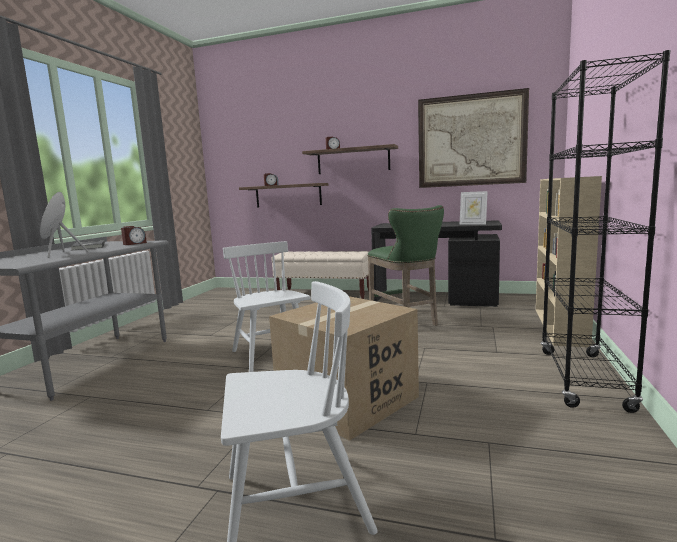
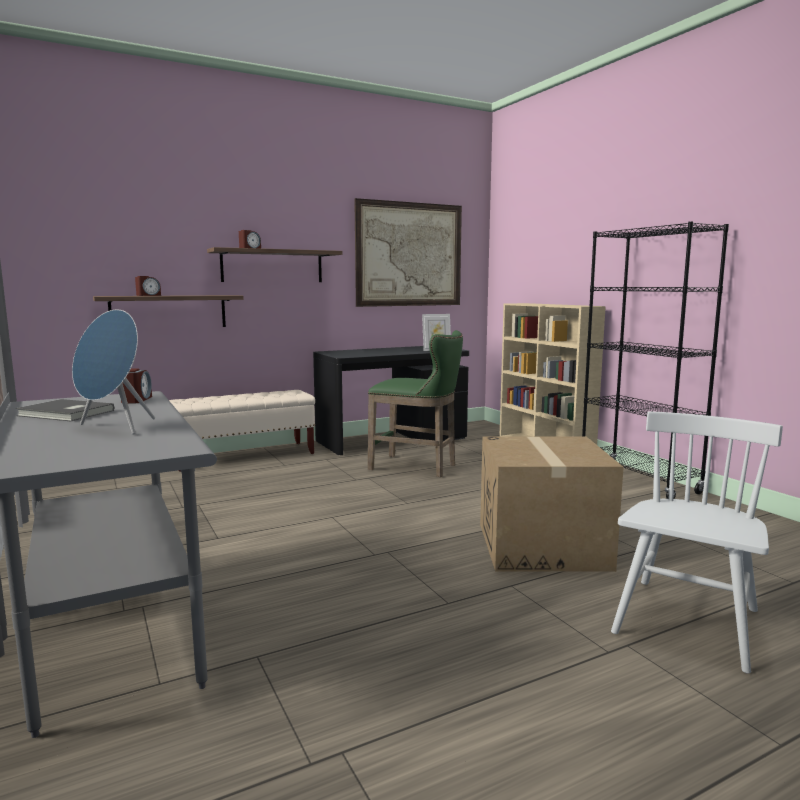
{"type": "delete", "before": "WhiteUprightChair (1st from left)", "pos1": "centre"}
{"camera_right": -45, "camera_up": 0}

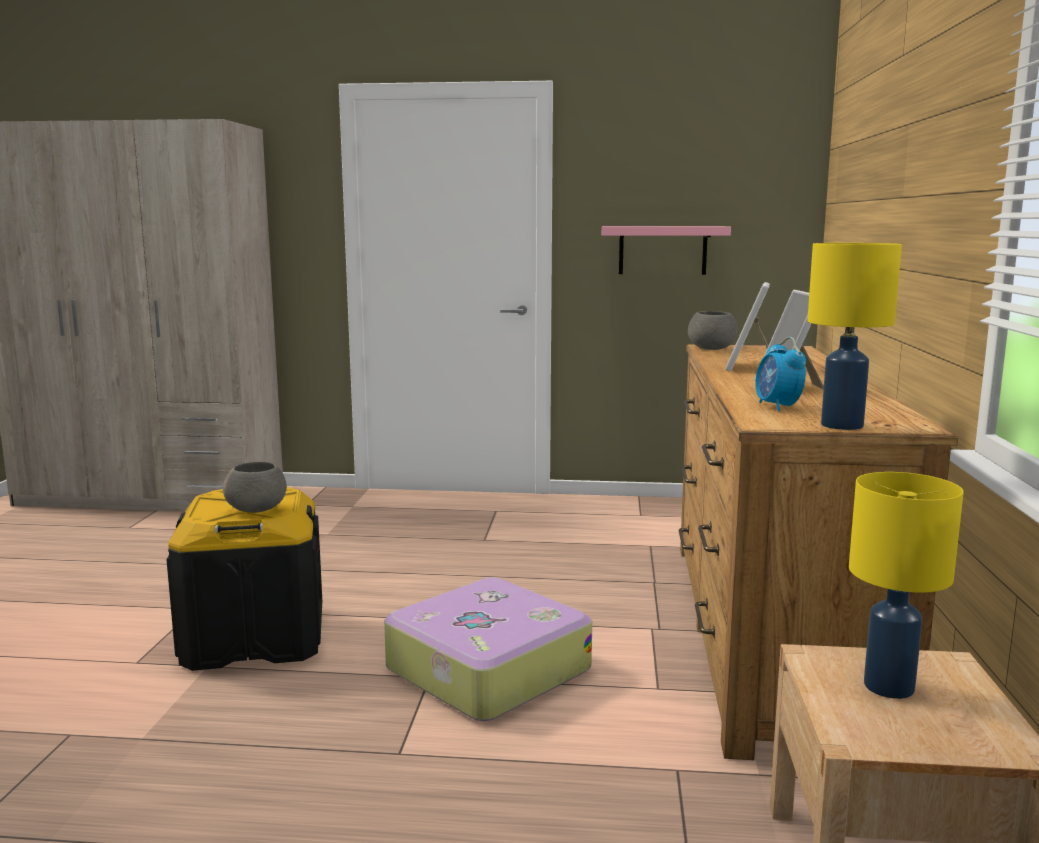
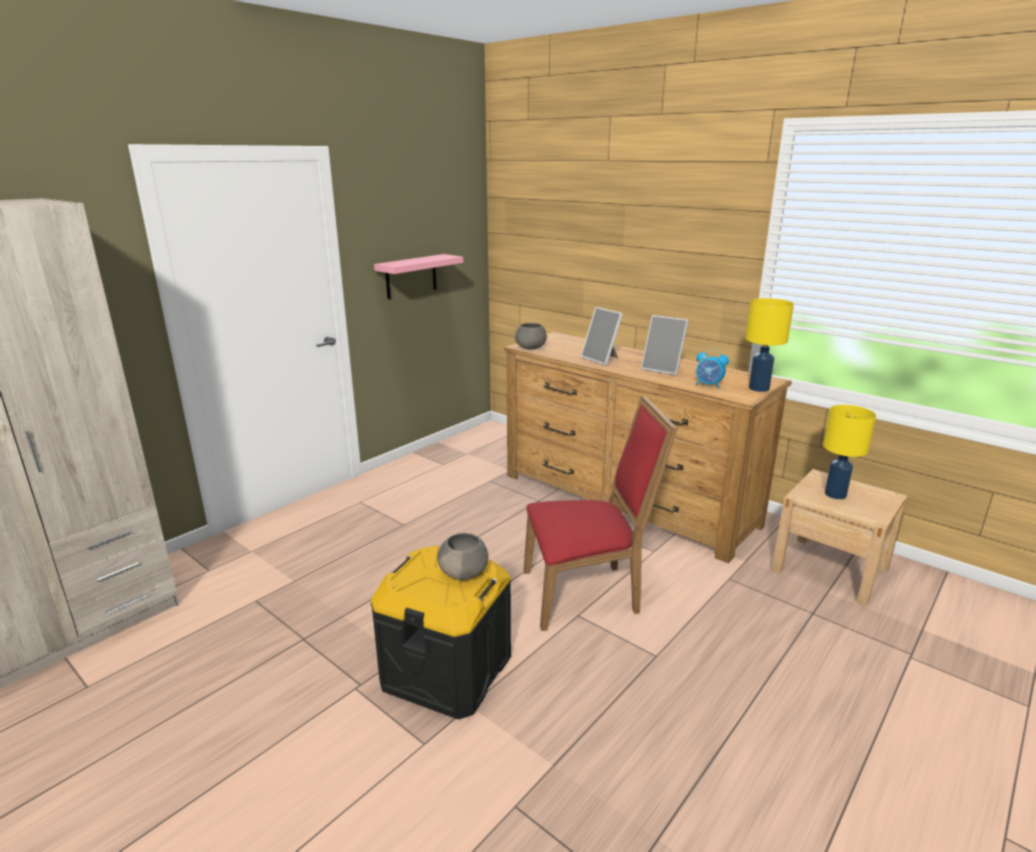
{"type": "replace", "before": "PieceOfLuggage", "after": "RedUprightChair", "pos1": "bottom centre", "pos2": "centre"}
{"camera_right": -55, "camera_up": 10}

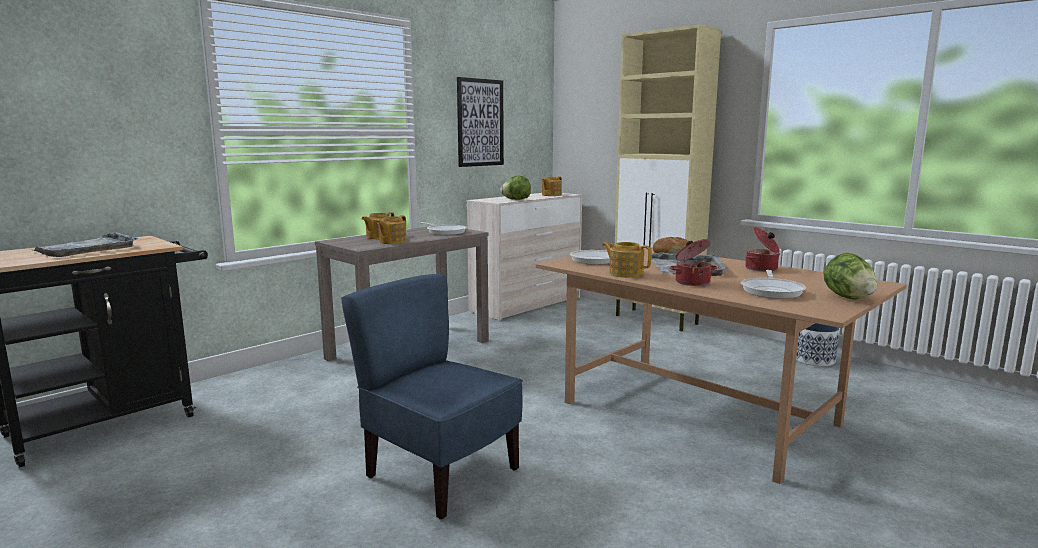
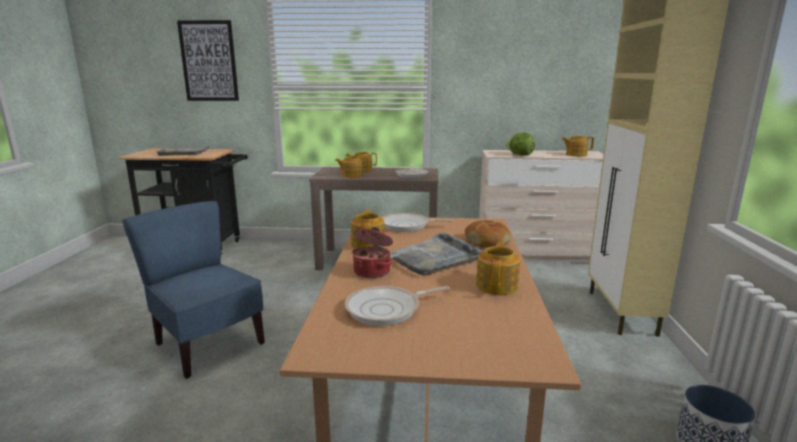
{"type": "rotate", "before": "BlueUprightChair", "pos1": "bottom centre", "pos2": "middle left", "turn": -45}
{"type": "move", "before": "WallArt", "pos1": "top centre", "pos2": "top left"}
{"type": "replace", "before": "CookingPot (2nd from left)", "after": "PotForTea (4th from left)", "pos1": "middle right", "pos2": "centre"}
{"type": "delete", "before": "Lettuce (2nd from left)", "pos1": "middle right"}
{"camera_right": 50, "camera_up": 5}

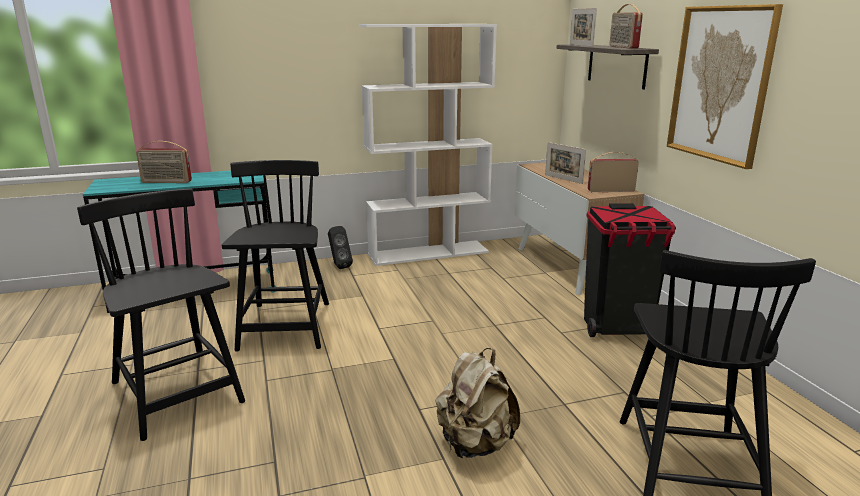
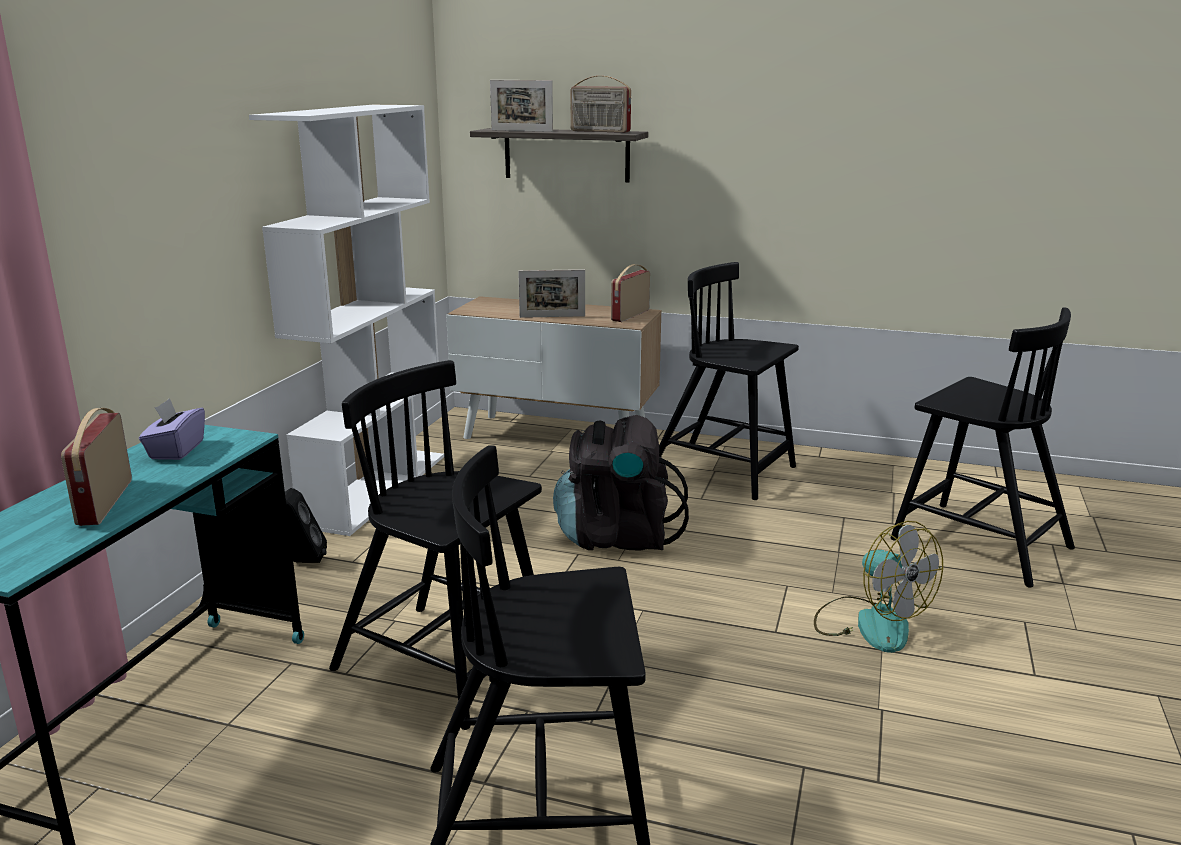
{"type": "rotate", "before": "RadioReceiver (1st from left)", "pos1": "top left", "pos2": "middle left", "turn": 135}
{"type": "insert", "after": "PurpleBoxOfTissues", "pos2": "middle left"}
{"type": "insert", "after": "BlackKnapsack", "pos2": "centre"}
{"type": "replace", "before": "BlackRubbishBin", "after": "BlackUprightChair (3rd from left)", "pos1": "middle right", "pos2": "centre"}
{"type": "replace", "before": "BeigeKnapsack", "after": "ElectricFan", "pos1": "bottom centre", "pos2": "bottom right"}
{"type": "delete", "before": "WallArt", "pos1": "top right"}
{"camera_right": -55, "camera_up": 0}

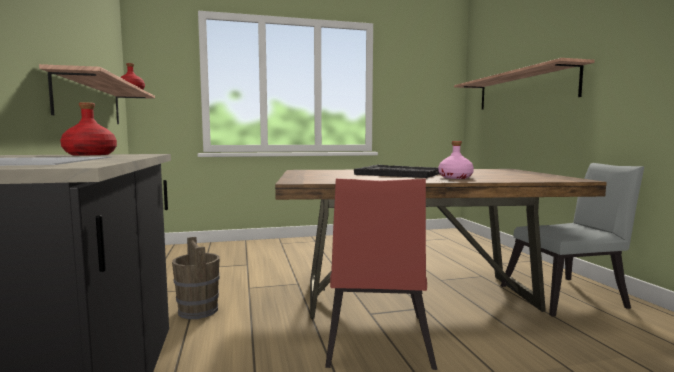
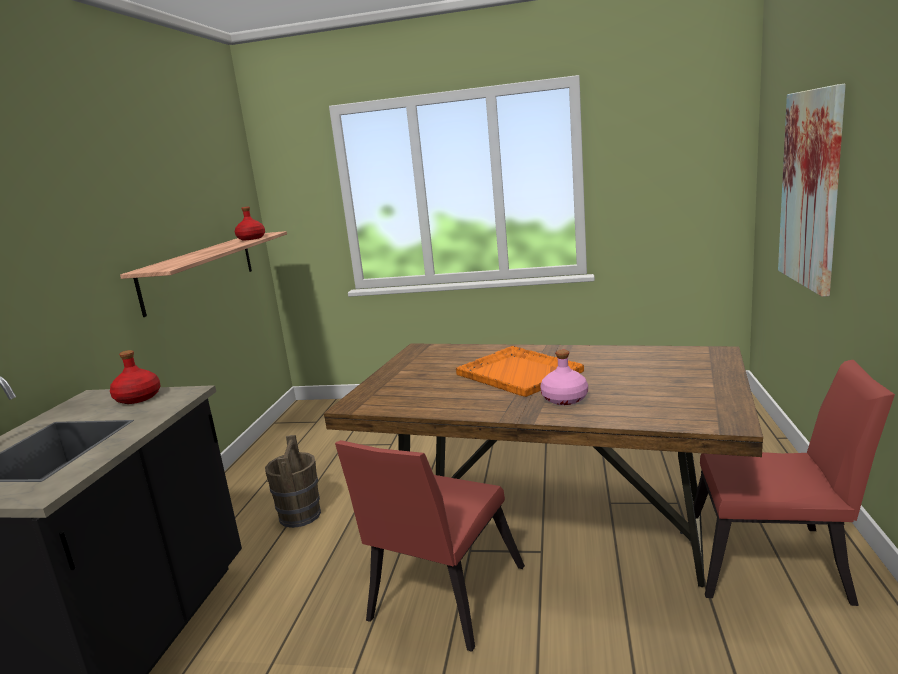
{"type": "recolor", "before": "BlackTray", "after": "OrangeTray", "pos1": "centre", "pos2": "centre"}
{"type": "recolor", "before": "GreyishUprightChair", "after": "RedUprightChair (2nd from left)", "pos1": "middle right", "pos2": "bottom right"}
{"type": "replace", "before": "BracketShelf (2nd from left)", "after": "WallArt", "pos1": "top right", "pos2": "top right"}
{"camera_right": 25, "camera_up": 10}

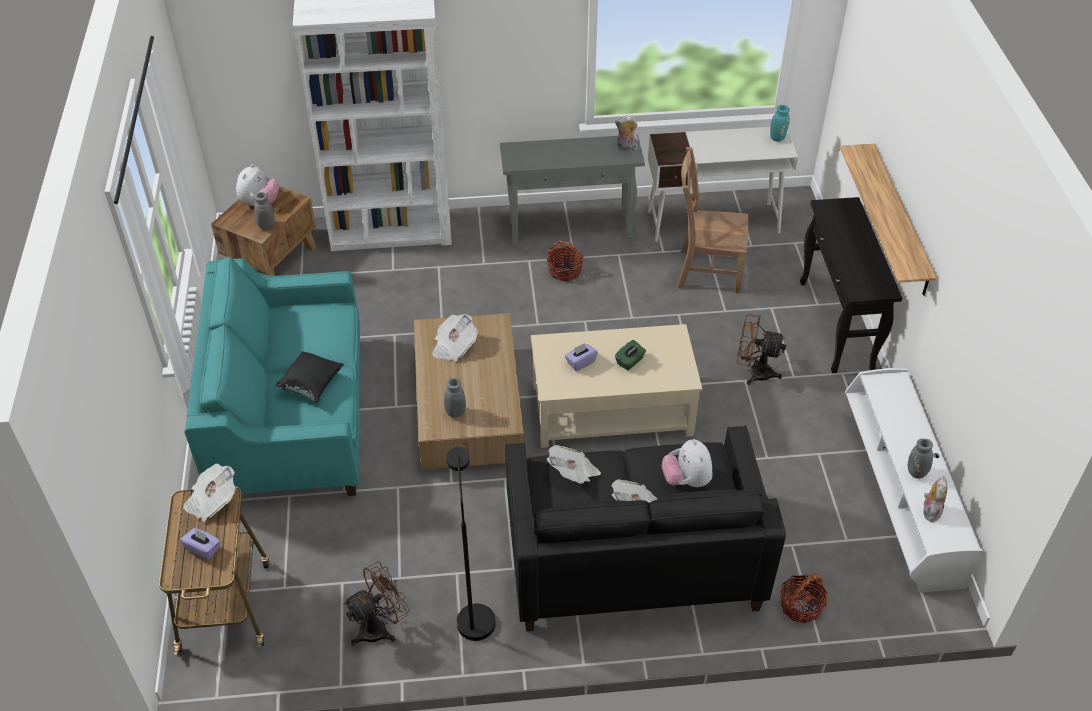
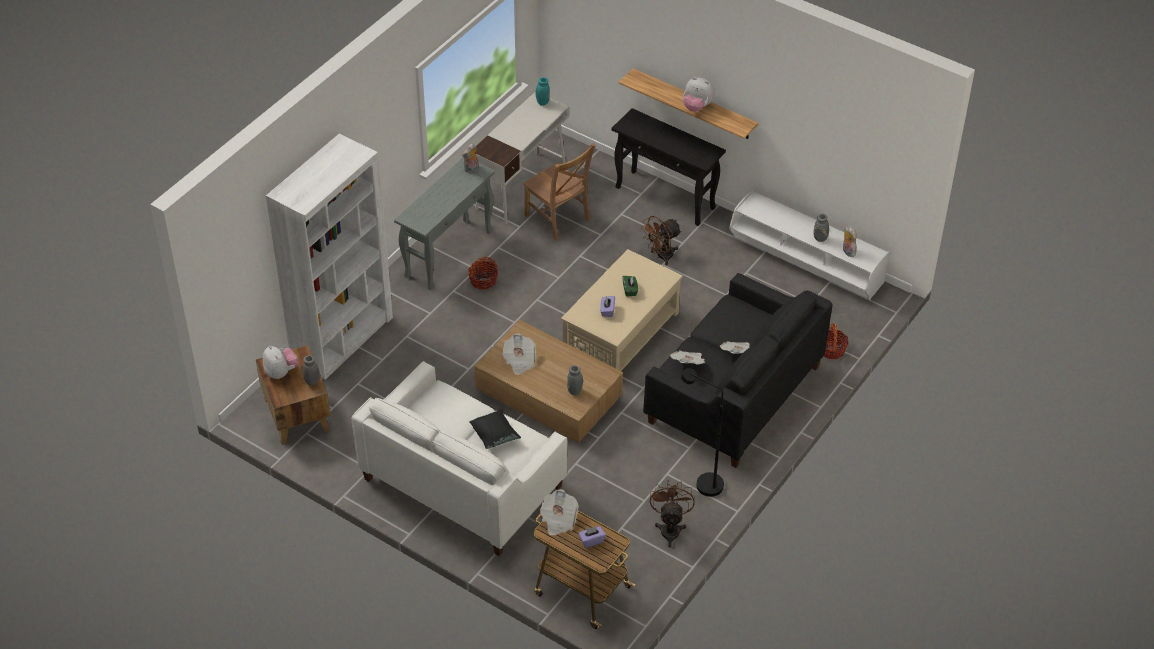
{"type": "recolor", "before": "TurquoiseColouredSofa", "after": "WhiteSofa", "pos1": "middle left", "pos2": "bottom centre"}
{"type": "rotate", "before": "BrownishUprightChair", "pos1": "top centre", "pos2": "top centre", "turn": -90}
{"type": "move", "before": "SoftToy (3rd from left)", "pos1": "centre", "pos2": "top centre"}
{"camera_right": -50, "camera_up": 0}

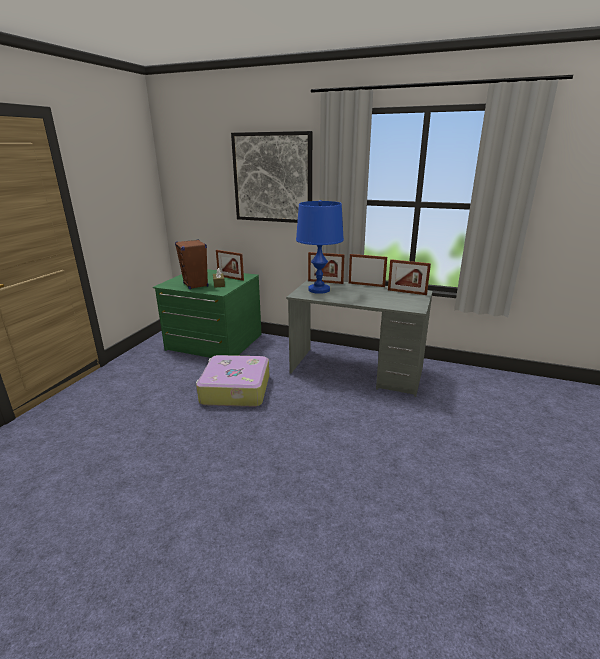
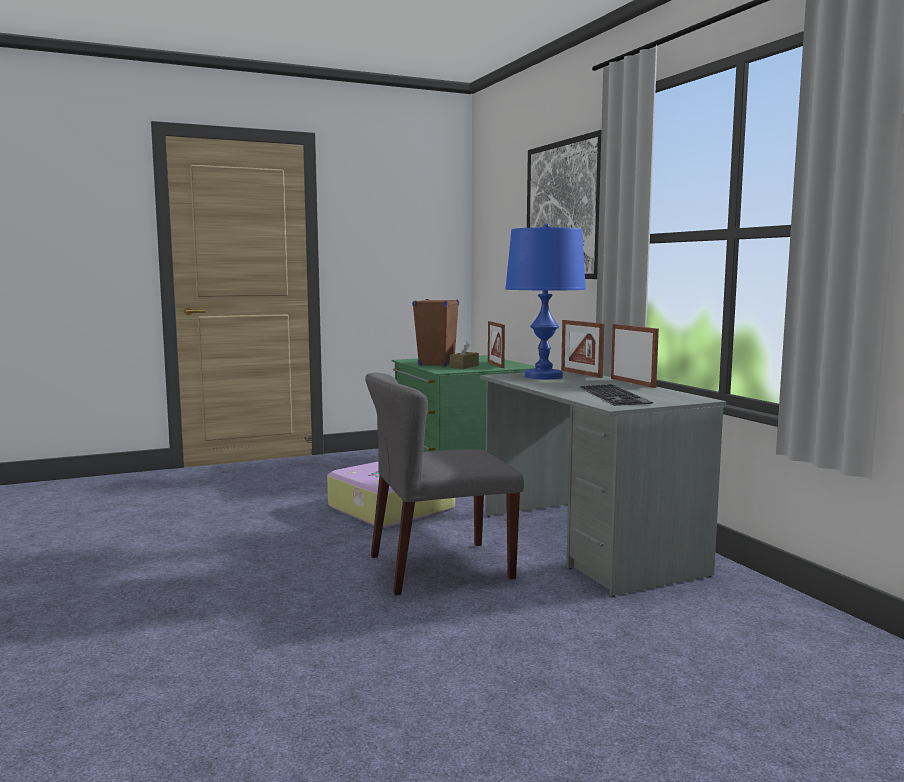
{"type": "insert", "after": "GreyishUprightChair", "pos2": "centre"}
{"type": "insert", "after": "PcKeyboard", "pos2": "middle right"}
{"type": "delete", "before": "PictureFrame (4th from left)", "pos1": "middle right"}
{"camera_right": 45, "camera_up": -15}

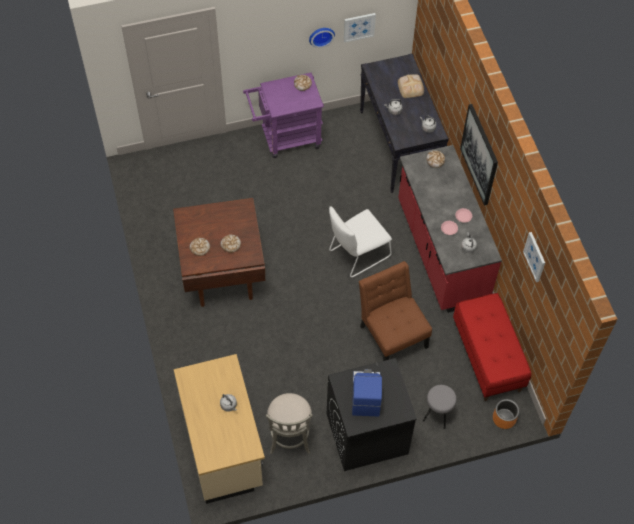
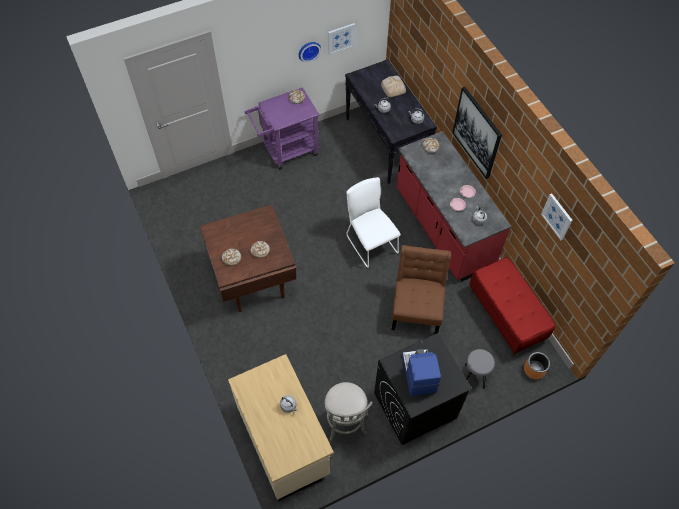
{"type": "rotate", "before": "WhiteUprightChair", "pos1": "centre", "pos2": "centre", "turn": 105}
{"type": "rotate", "before": "BrownishUprightChair", "pos1": "centre", "pos2": "centre", "turn": 45}
{"camera_right": -10, "camera_up": 0}

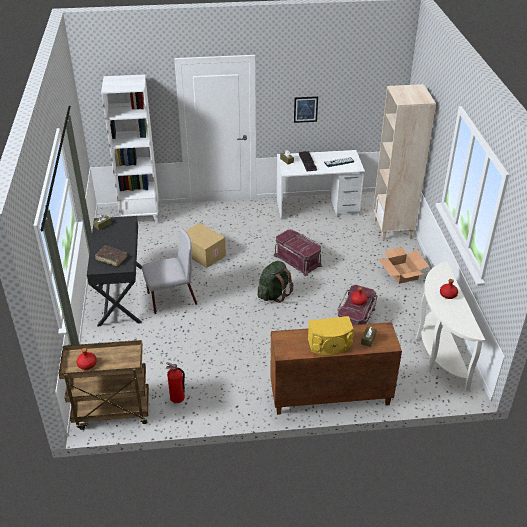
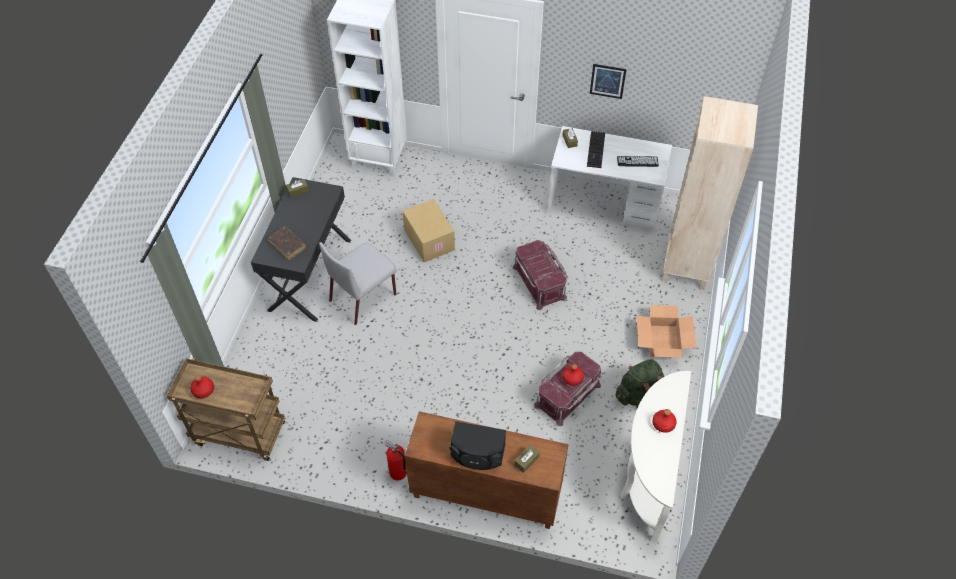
{"type": "rotate", "before": "GreyishUprightChair", "pos1": "middle left", "pos2": "centre", "turn": 135}
{"type": "move", "before": "FireExtinguisher", "pos1": "bottom left", "pos2": "bottom centre"}
{"type": "recolor", "before": "YellowishAudioSpeaker", "after": "BlackAudioSpeaker", "pos1": "centre", "pos2": "bottom centre"}
{"type": "move", "before": "GreenColouredKnapsack", "pos1": "centre", "pos2": "middle right"}
{"camera_right": 20, "camera_up": 15}

